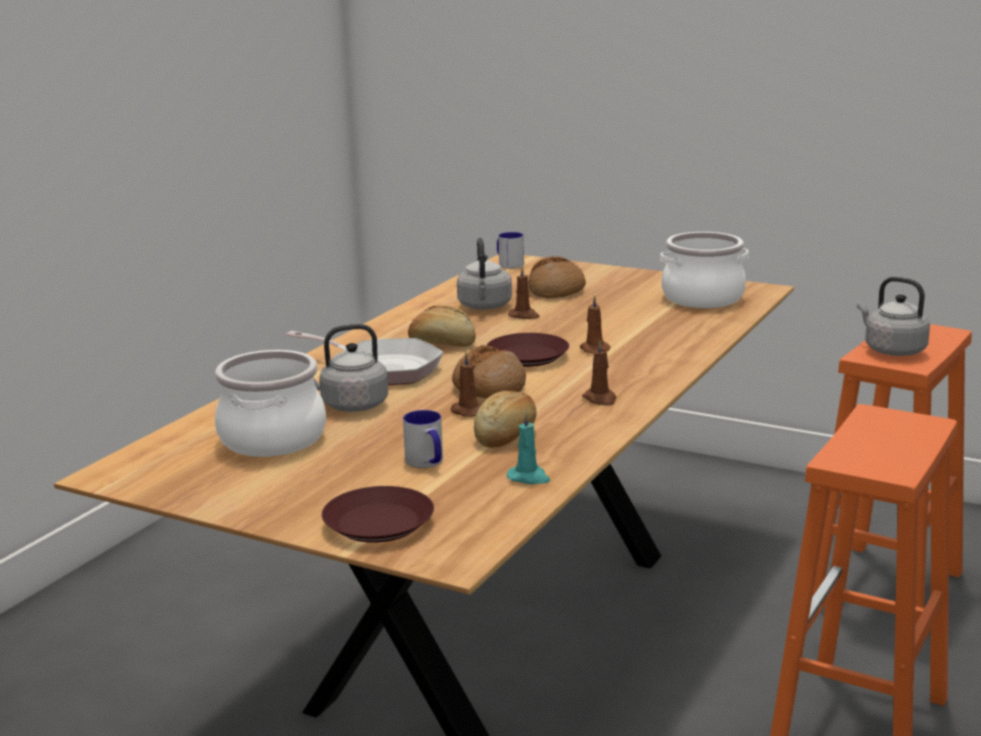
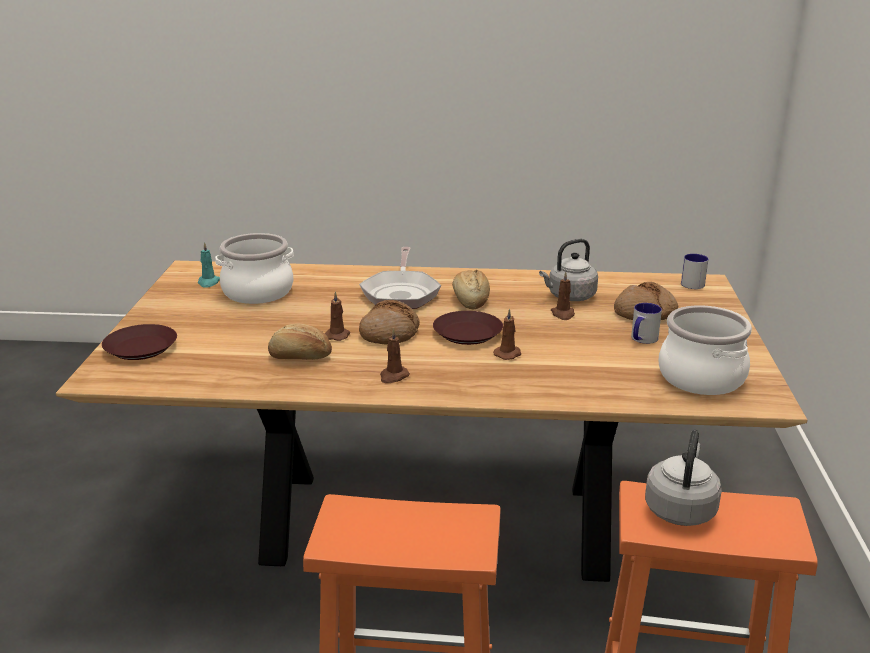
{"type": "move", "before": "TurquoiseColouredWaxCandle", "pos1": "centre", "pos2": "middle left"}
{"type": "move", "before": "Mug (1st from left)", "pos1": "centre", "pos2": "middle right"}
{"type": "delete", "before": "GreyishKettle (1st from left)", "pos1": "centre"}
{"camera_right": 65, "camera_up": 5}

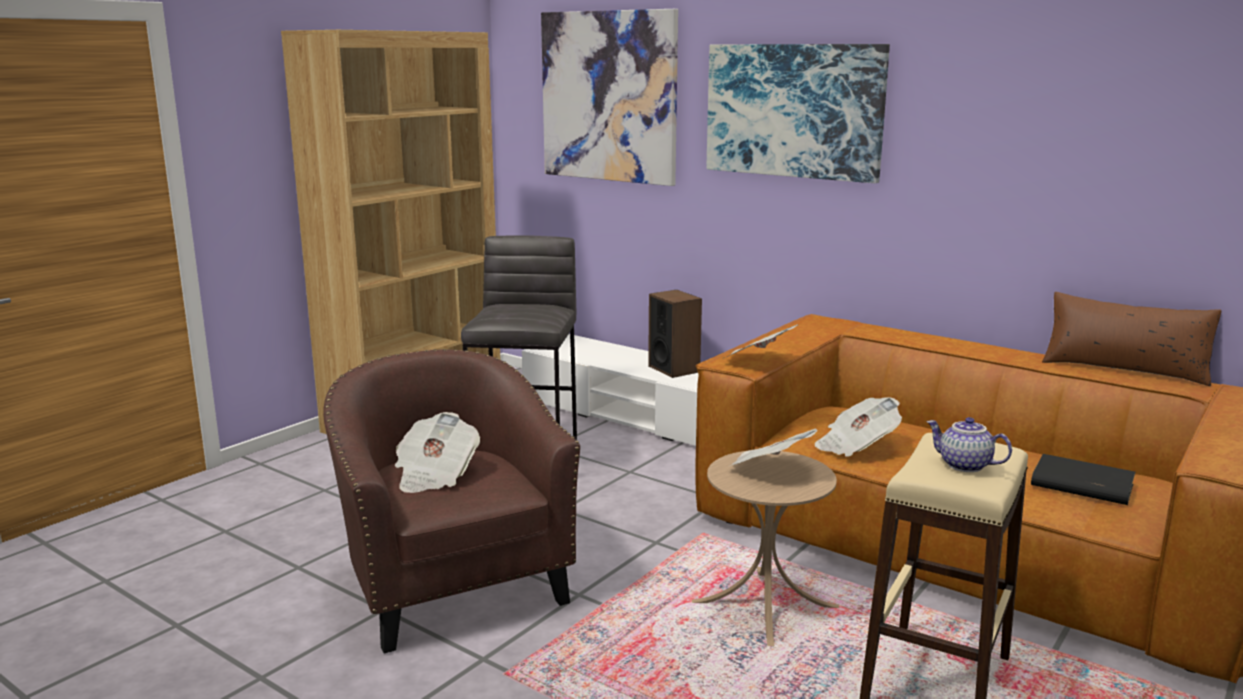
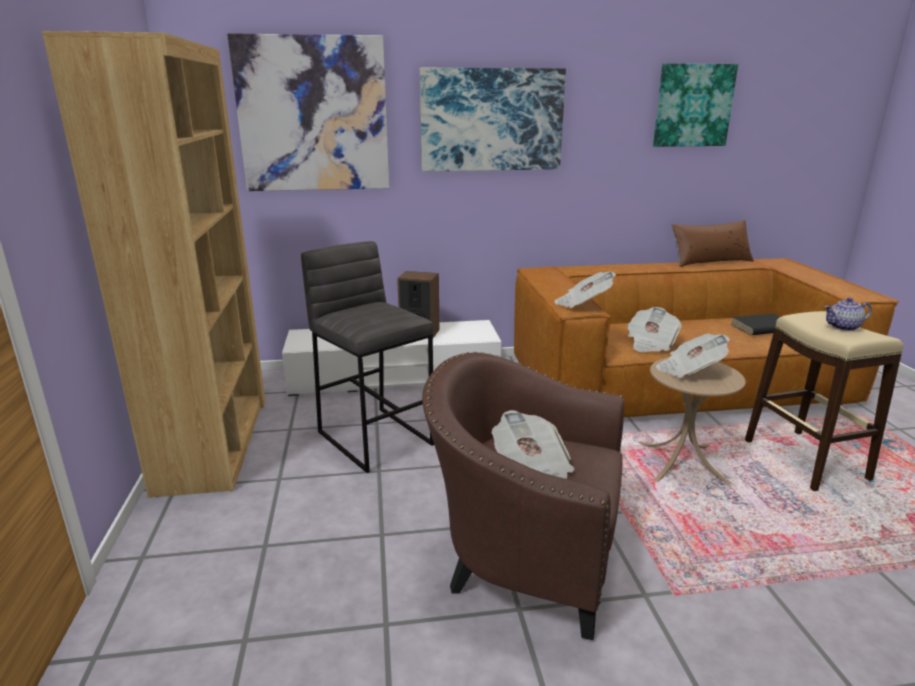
{"type": "insert", "after": "WallArt (3rd from left)", "pos2": "top right"}
{"camera_right": -45, "camera_up": 5}

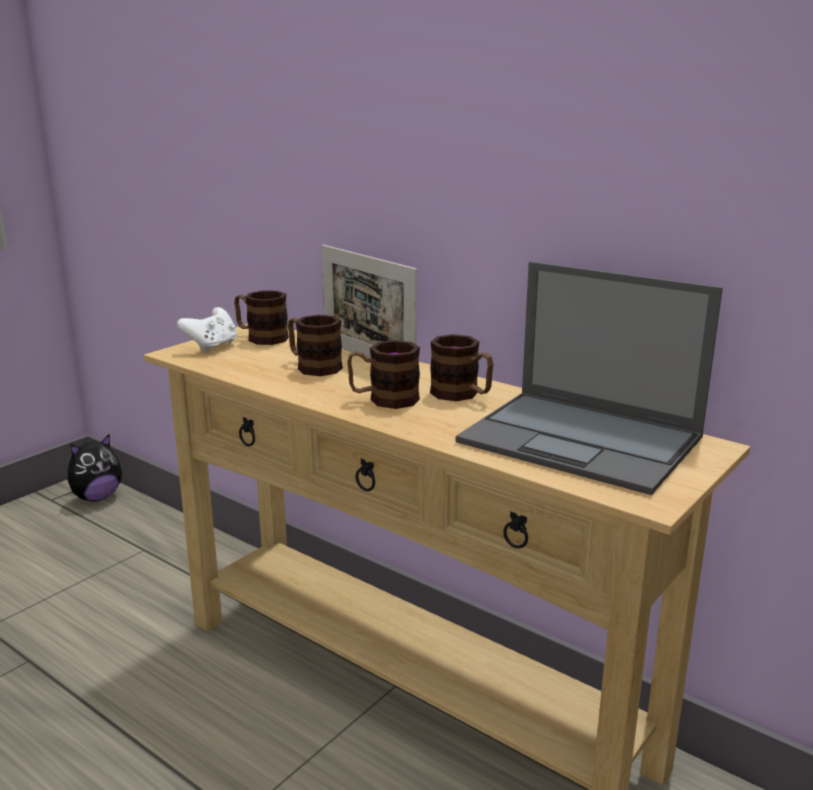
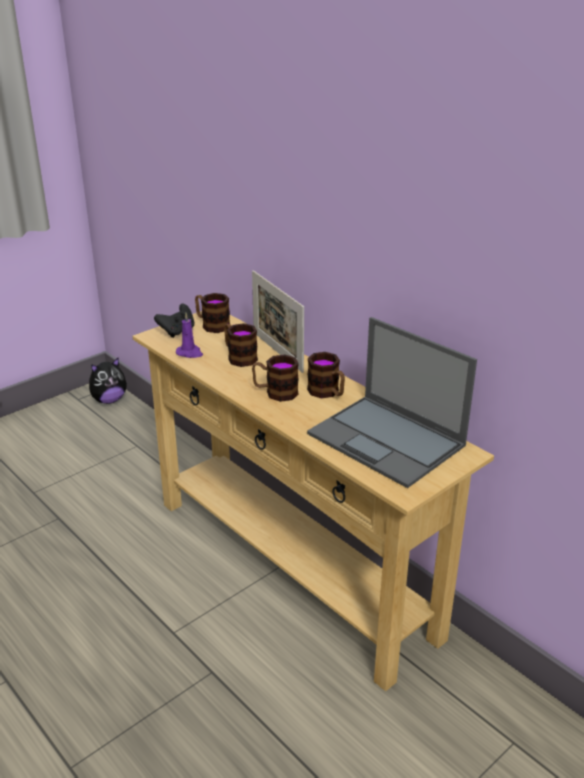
{"type": "recolor", "before": "WhiteJoypad", "after": "BlackJoypad", "pos1": "middle left", "pos2": "middle left"}
{"type": "insert", "after": "PurpleWaxCandle", "pos2": "middle left"}
{"camera_right": 10, "camera_up": 10}

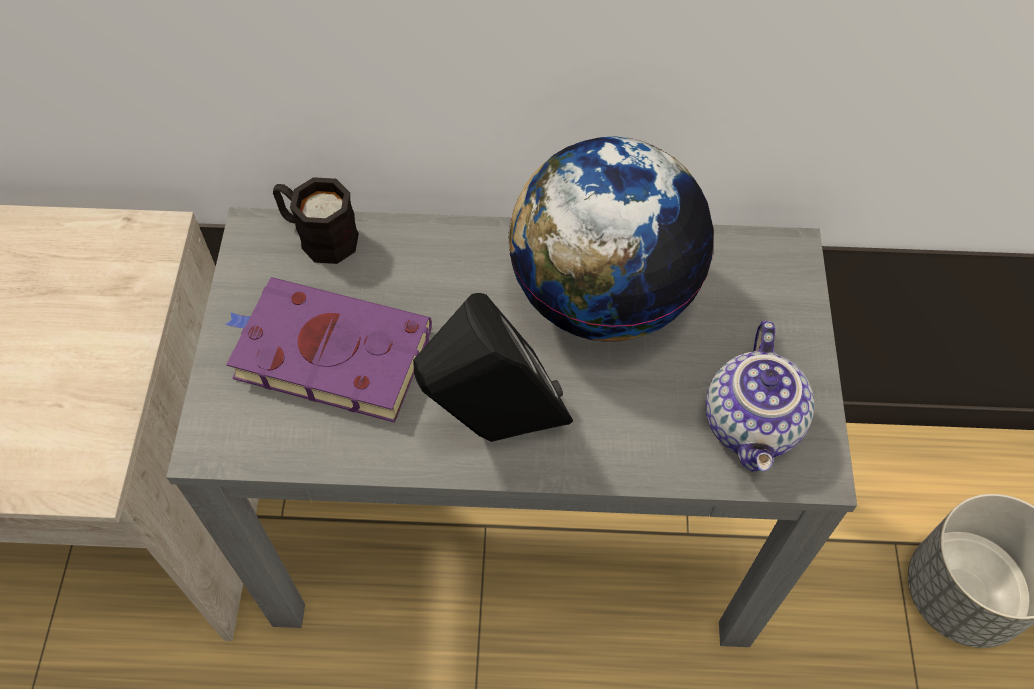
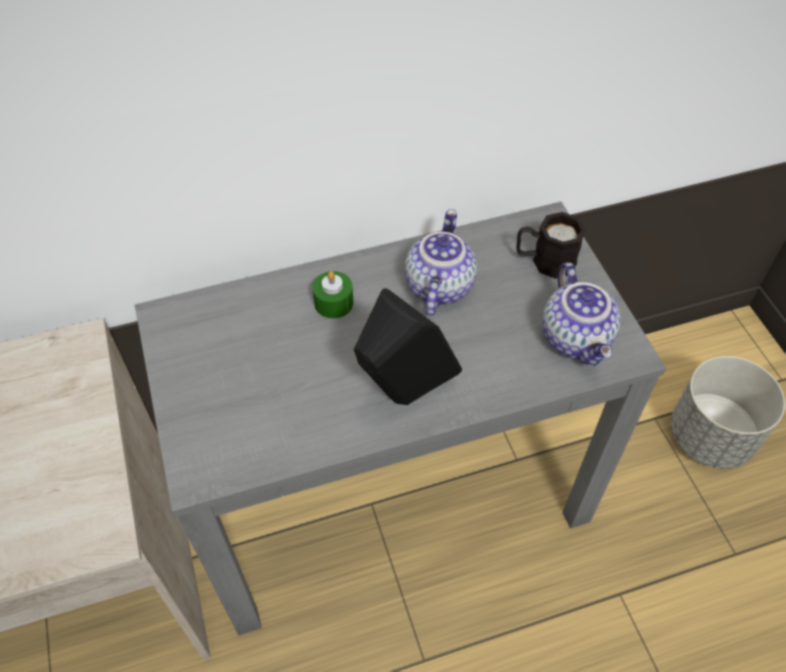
{"type": "insert", "after": "GreenColouredWaxCandle", "pos2": "centre"}
{"type": "replace", "before": "WorldGlobe", "after": "PotForTea (1st from left)", "pos1": "centre", "pos2": "centre"}
{"type": "move", "before": "BlackMug", "pos1": "top left", "pos2": "middle right"}
{"type": "delete", "before": "PurpleBoundBook", "pos1": "middle left"}
{"camera_right": -20, "camera_up": -5}

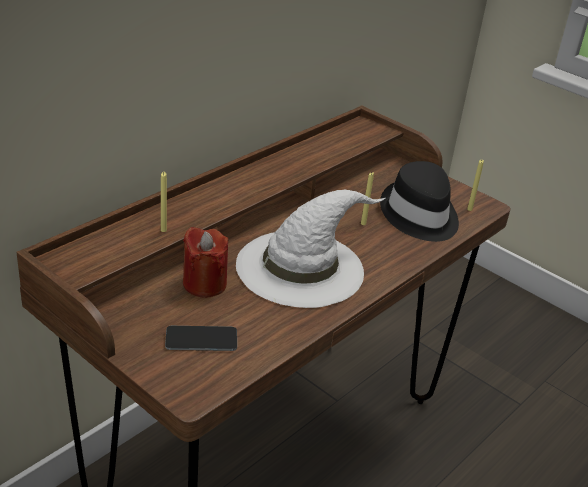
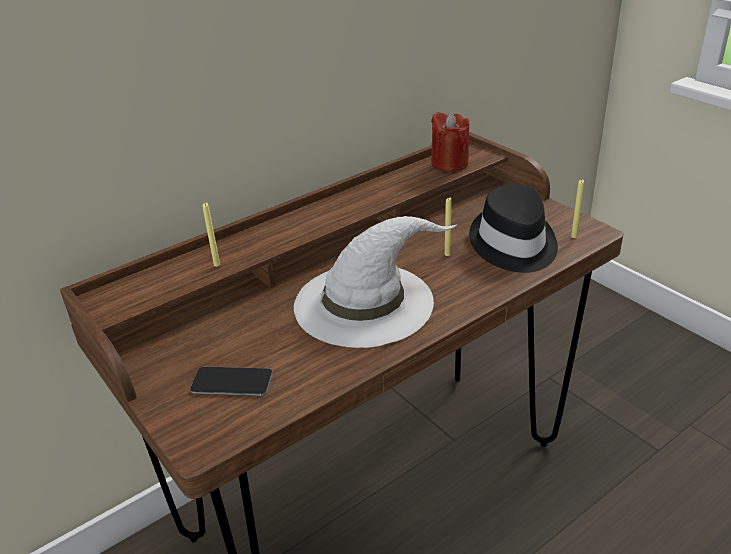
{"type": "move", "before": "RedWaxCandle", "pos1": "centre", "pos2": "top centre"}
{"camera_right": 15, "camera_up": 0}

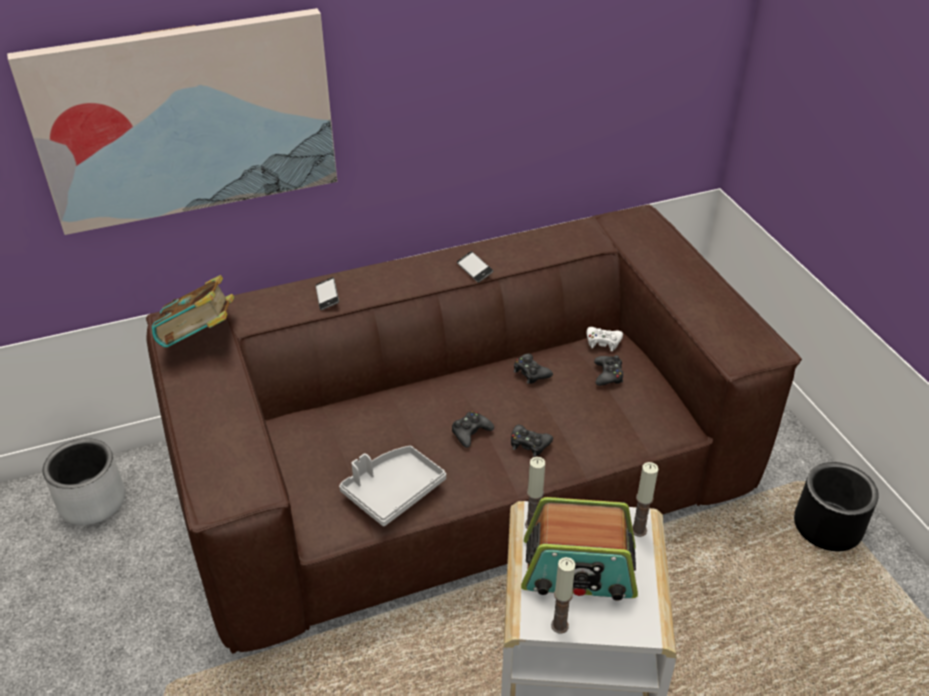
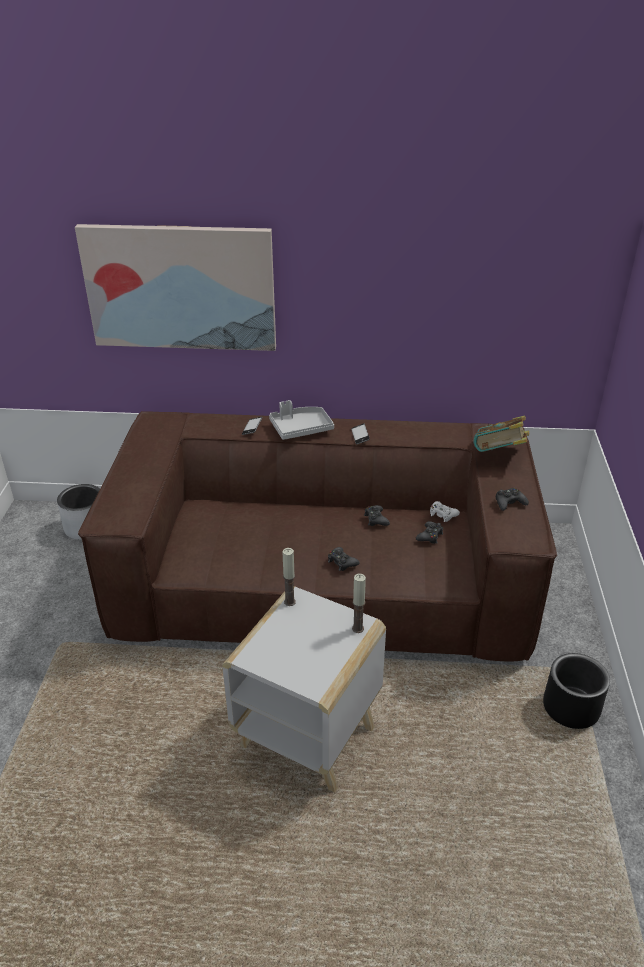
{"type": "move", "before": "GreyishTray", "pos1": "bottom centre", "pos2": "centre"}
{"type": "move", "before": "BoundBook", "pos1": "middle left", "pos2": "middle right"}
{"type": "move", "before": "BlackJoypad (1st from left in the first image)", "after": "BlackJoypad (4th from left)", "pos1": "centre", "pos2": "middle right"}
{"type": "delete", "before": "RadioReceiver", "pos1": "bottom centre"}
{"type": "delete", "before": "WaxCandle (2nd from left)", "pos1": "bottom centre"}
{"camera_right": 25, "camera_up": -5}

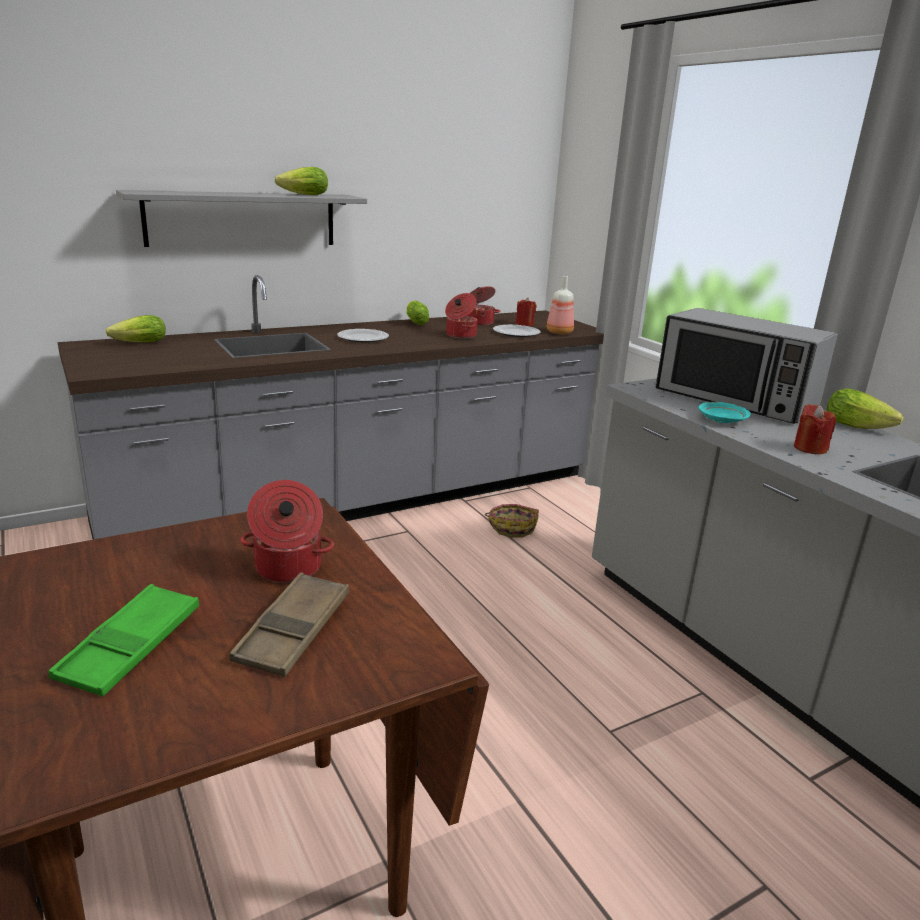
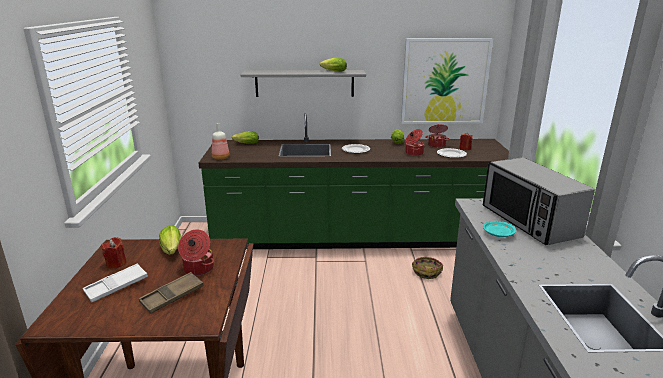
{"type": "recolor", "before": "GreenColouredTray", "after": "WhiteTray", "pos1": "bottom left", "pos2": "bottom left"}
{"type": "move", "before": "RedWaxCandle (2nd from left in the first image)", "after": "RedWaxCandle (1st from left)", "pos1": "middle right", "pos2": "bottom left"}
{"type": "move", "before": "Lettuce (4th from left in the first image)", "after": "Lettuce (1st from left)", "pos1": "middle right", "pos2": "middle left"}
{"type": "recolor", "before": "GreyishKitchenBaseUnit (1st from left)", "after": "GreenColouredKitchenBaseUnit", "pos1": "centre", "pos2": "centre"}
{"type": "move", "before": "DrinkBottle", "pos1": "top centre", "pos2": "middle left"}
{"type": "insert", "after": "WallArt", "pos2": "top right"}
{"camera_right": 30, "camera_up": 0}

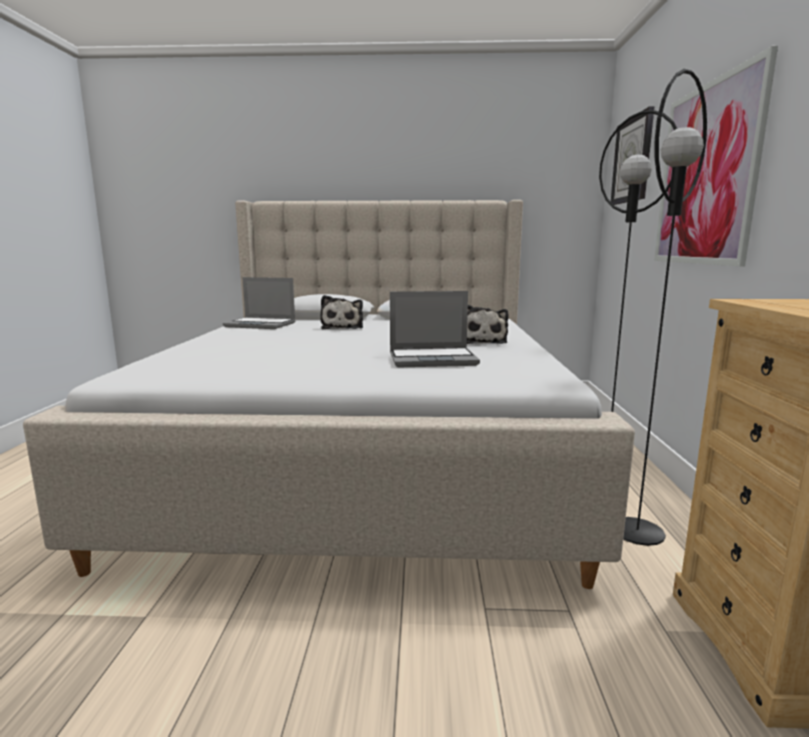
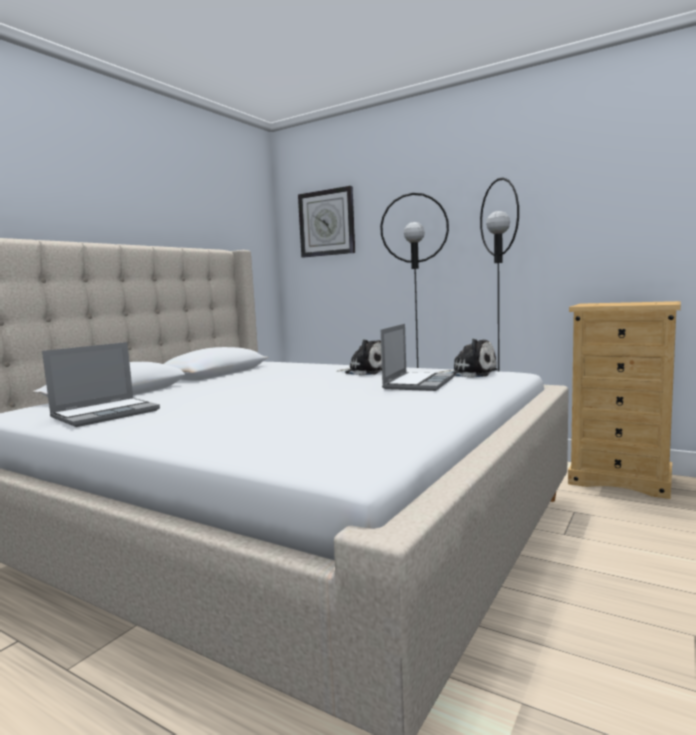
{"type": "move", "before": "SoftToy (1st from left in the first image)", "after": "SoftToy (2nd from left)", "pos1": "centre", "pos2": "middle right"}
{"type": "delete", "before": "WallArt", "pos1": "top right"}
{"camera_right": -60, "camera_up": -5}

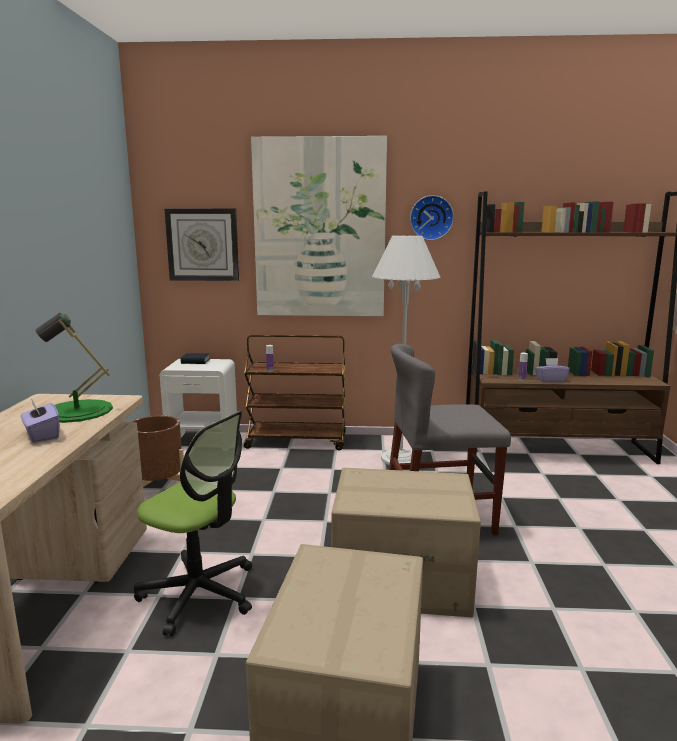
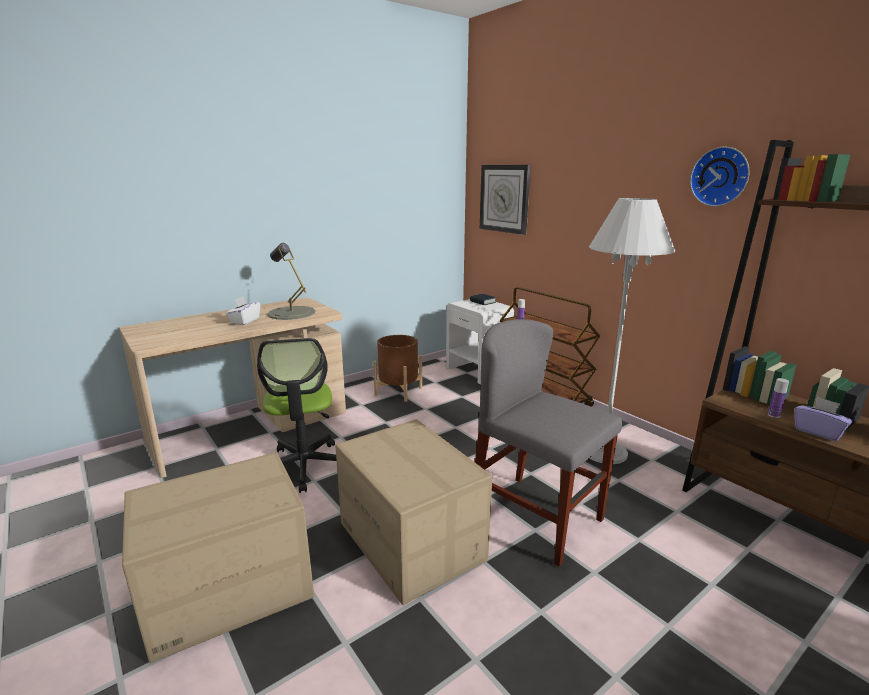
{"type": "recolor", "before": "PurpleBoxOfTissues (1st from left)", "after": "WhiteBoxOfTissues", "pos1": "middle left", "pos2": "middle left"}
{"type": "recolor", "before": "GreenColouredTableLamp", "after": "GreyishTableLamp", "pos1": "middle left", "pos2": "centre"}
{"type": "delete", "before": "WallArt", "pos1": "top centre"}
{"camera_right": 50, "camera_up": 5}

